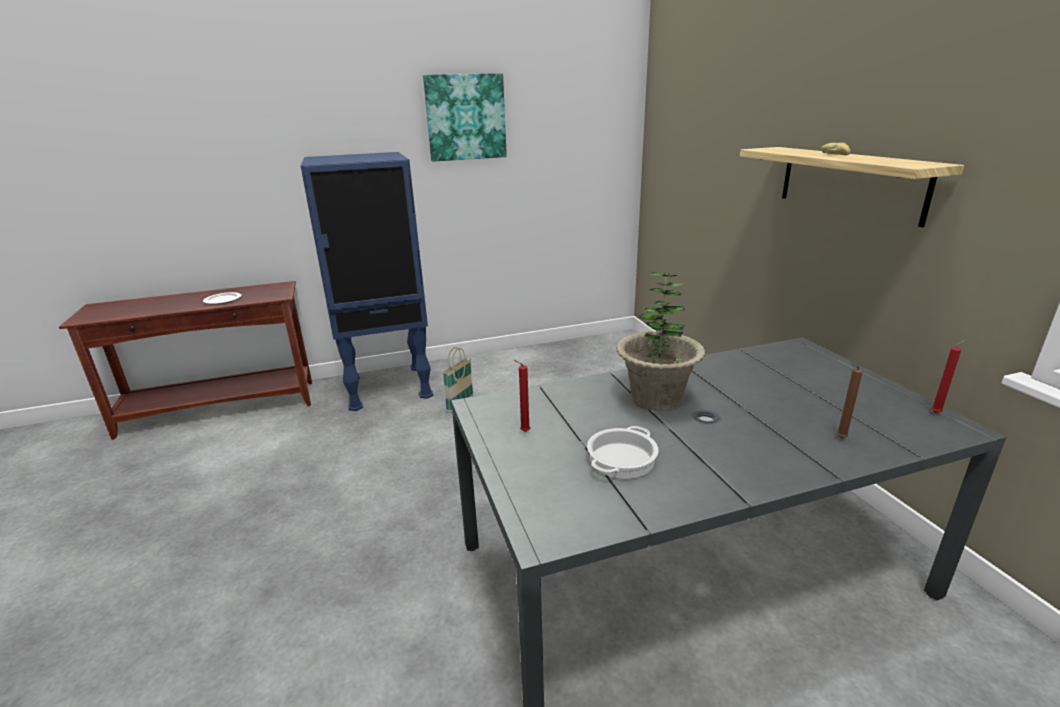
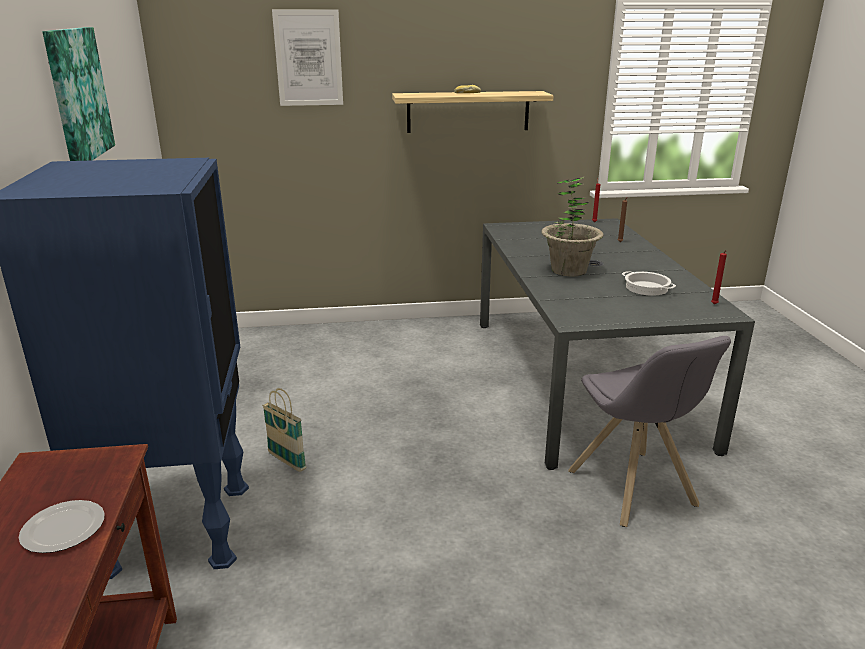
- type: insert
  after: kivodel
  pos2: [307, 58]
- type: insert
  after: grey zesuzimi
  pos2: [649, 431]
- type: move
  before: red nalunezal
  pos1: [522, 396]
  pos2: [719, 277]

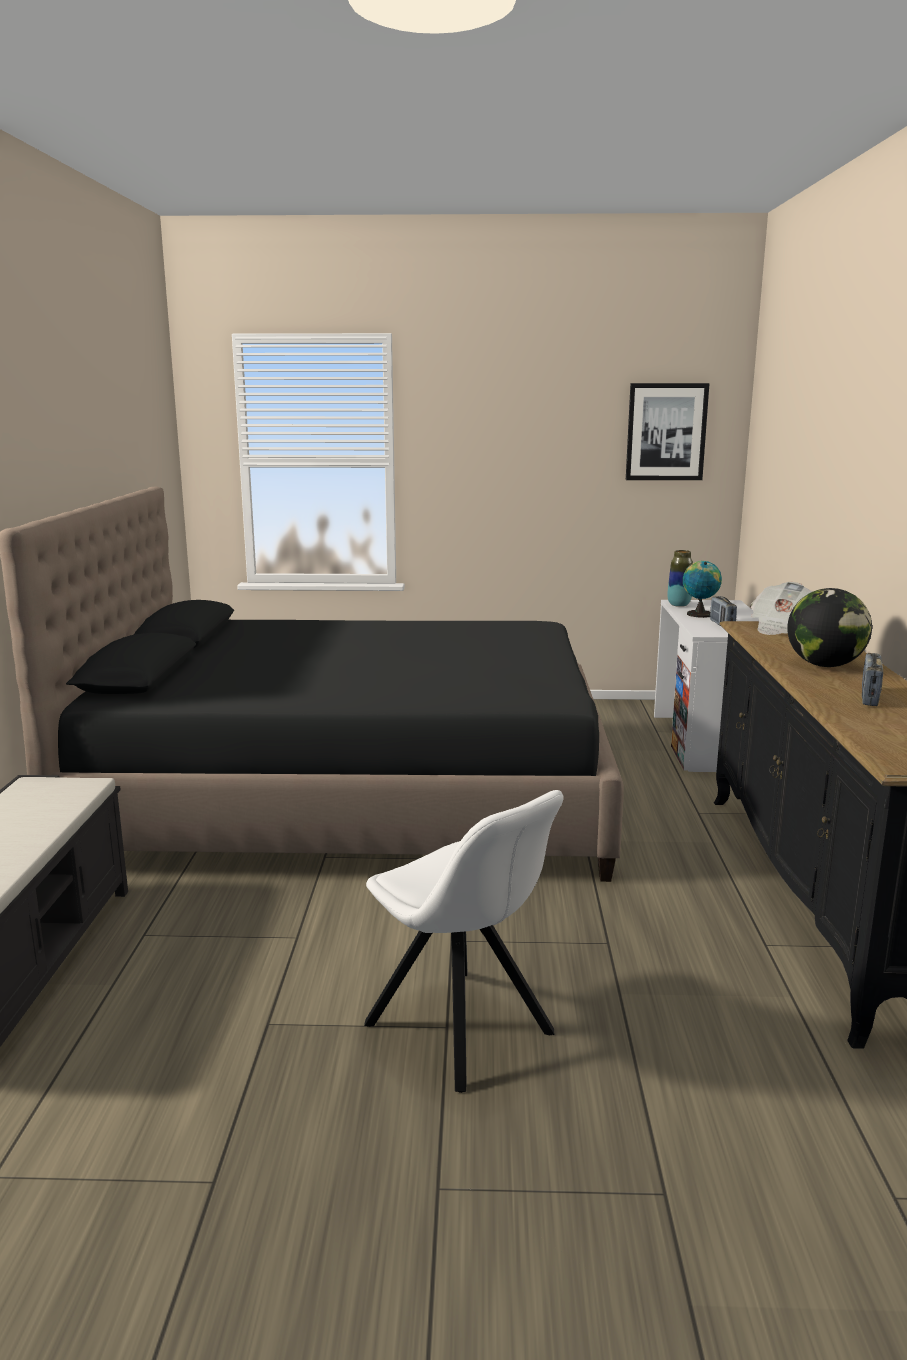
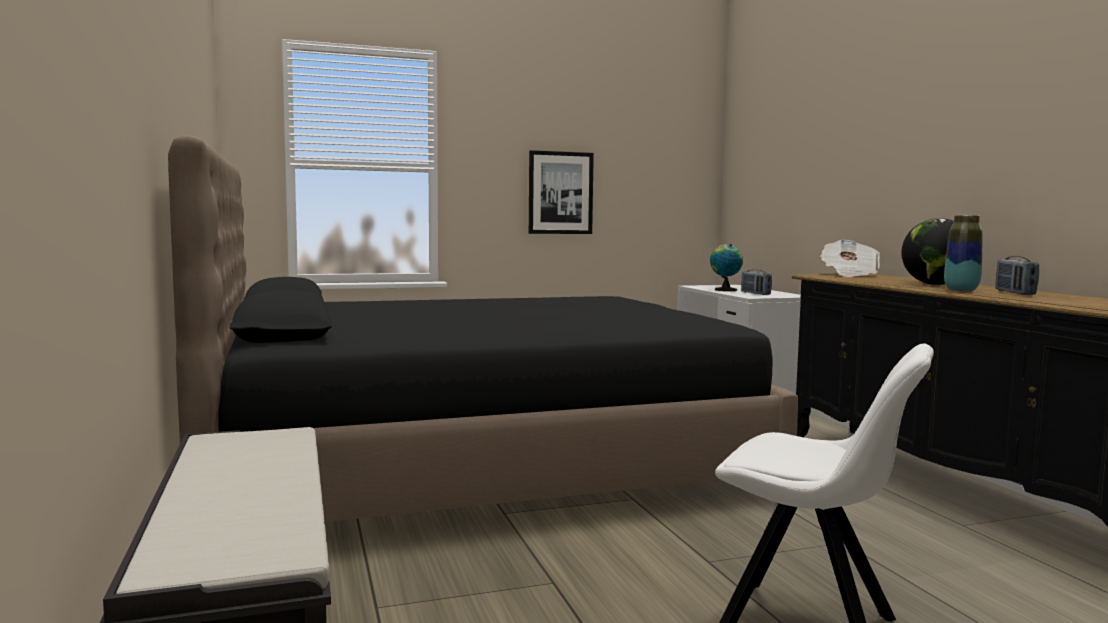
- type: move
  before: kivodel
  pos1: [668, 431]
  pos2: [561, 192]
- type: move
  before: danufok
  pos1: [680, 578]
  pos2: [963, 253]

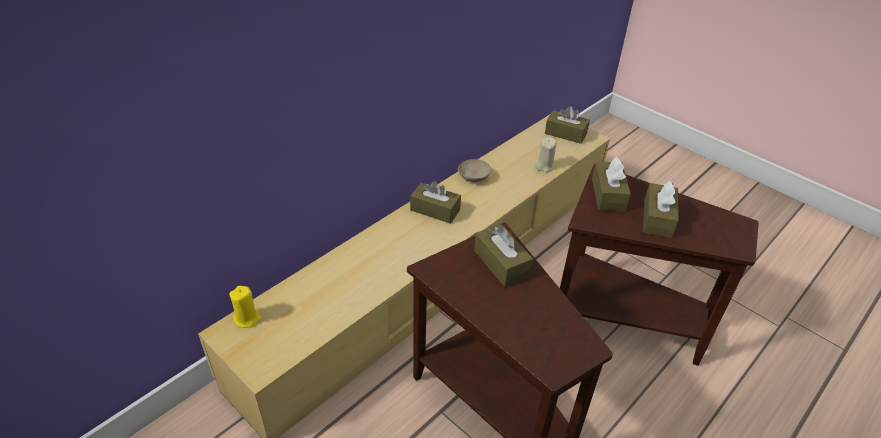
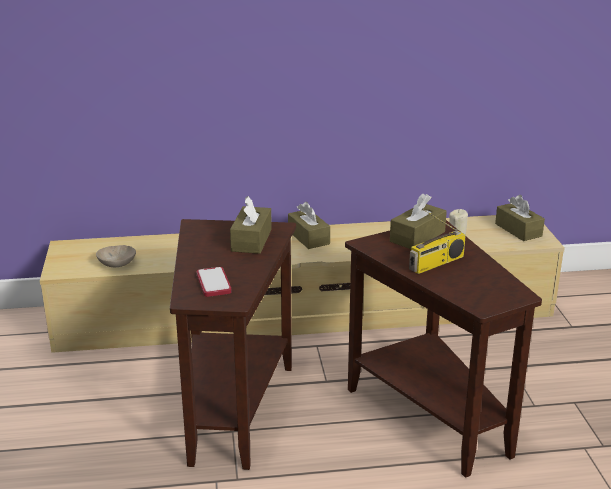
- type: move
  before: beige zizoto
  pos1: [474, 170]
  pos2: [116, 256]
- type: insert
  after: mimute
  pos2: [214, 282]
- type: replace
  before: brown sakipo
  after: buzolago
  pos1: [661, 209]
  pos2: [437, 241]
- type: delete
  before: yellow nalunezal
  pos1: [245, 307]

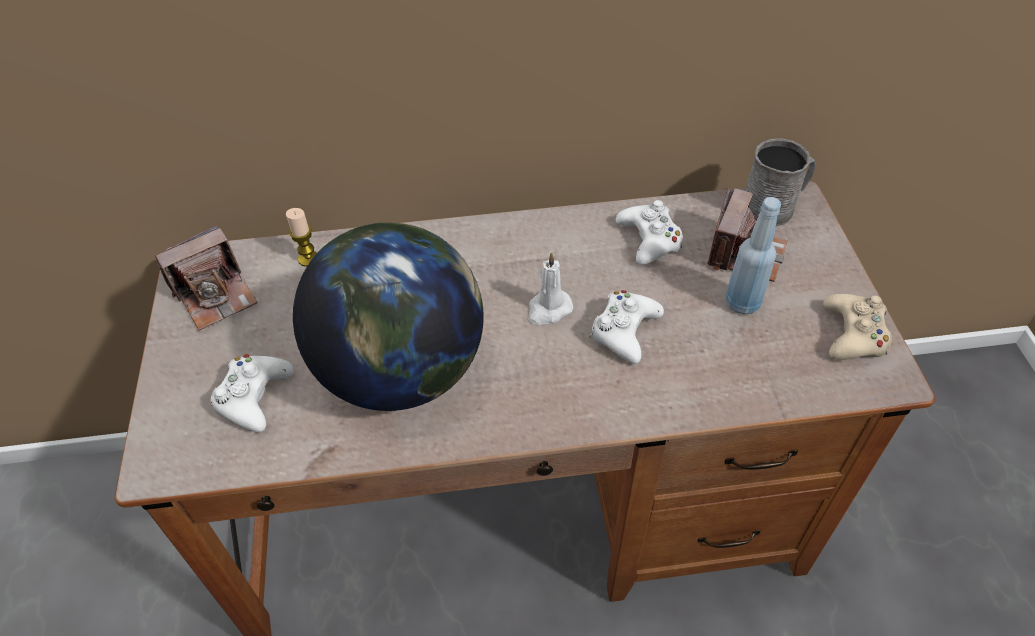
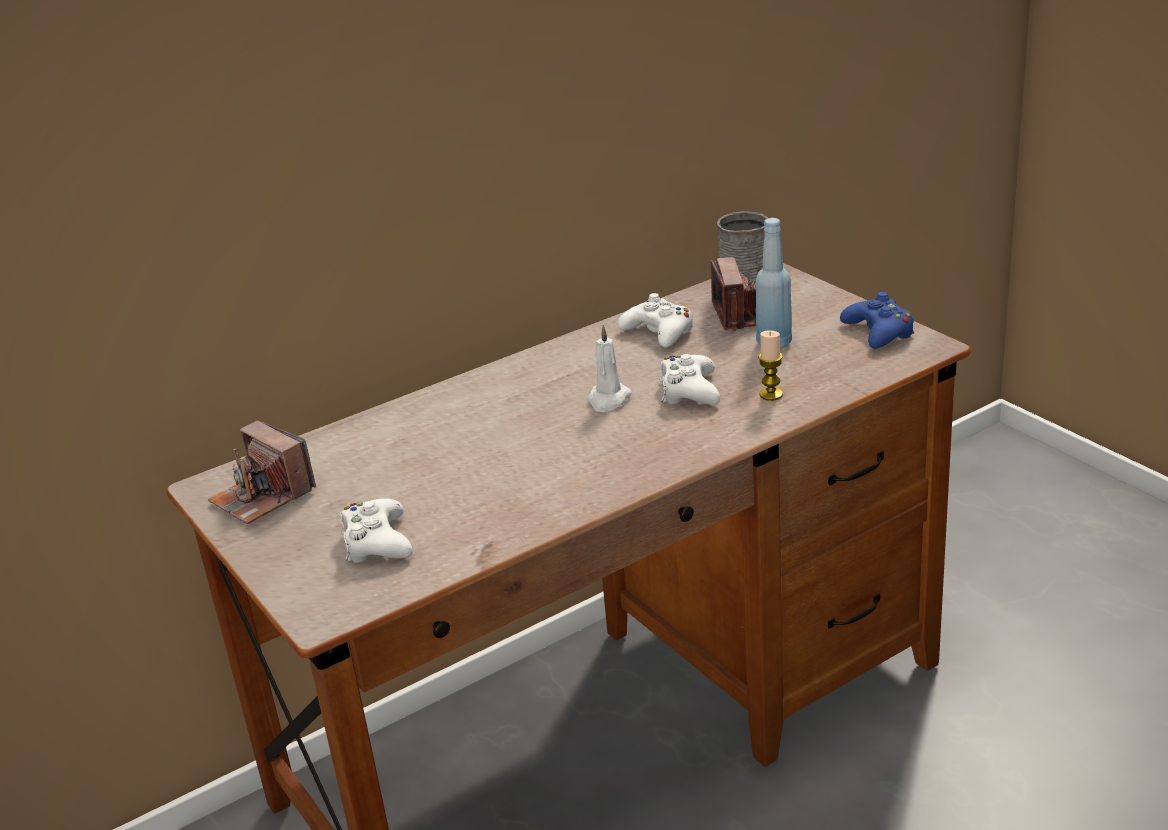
- type: rotate
  before: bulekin
  pos1: [206, 277]
  pos2: [262, 472]
  turn: 105
- type: move
  before: nalunezal
  pos1: [301, 237]
  pos2: [770, 365]
- type: recolor
  before: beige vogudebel
  after: blue vogudebel
  pos1: [857, 327]
  pos2: [877, 320]
- type: delete
  before: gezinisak
  pos1: [388, 316]

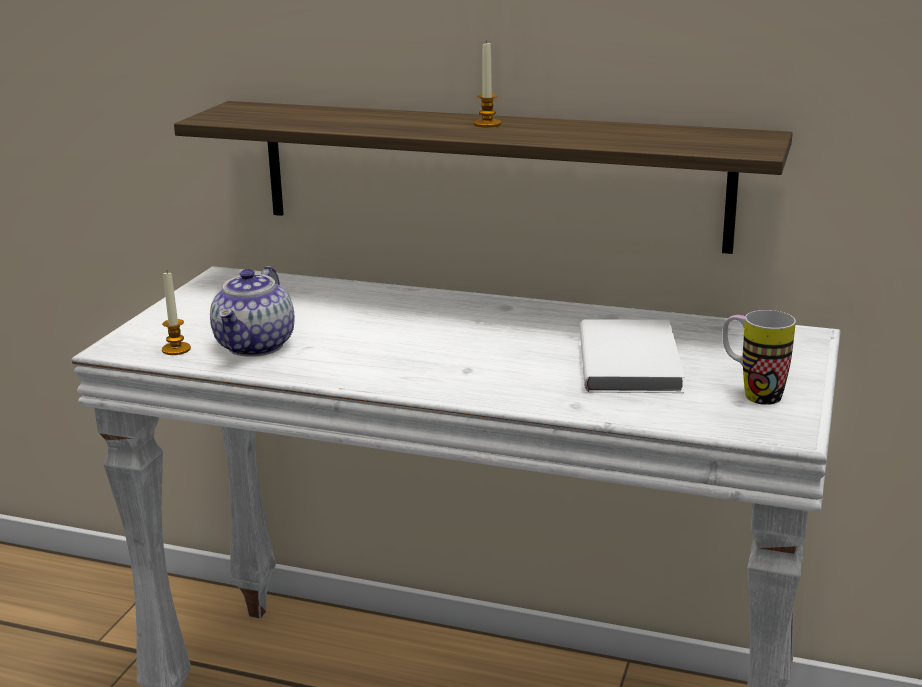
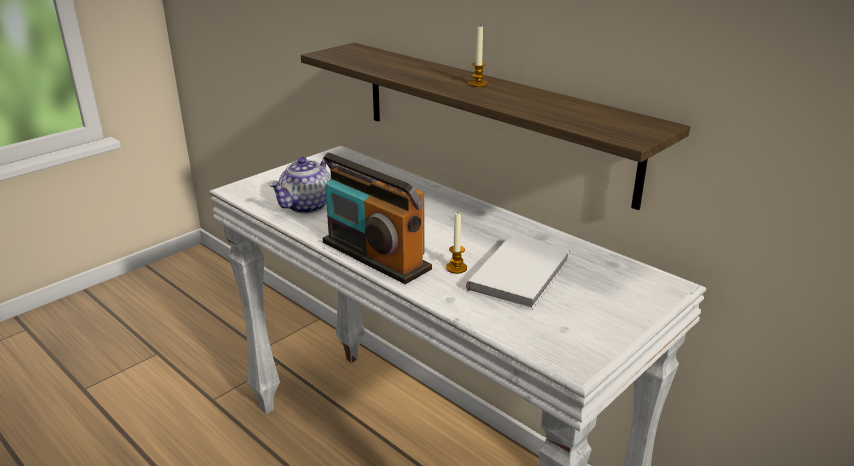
- type: insert
  after: buzolago
  pos2: [377, 218]
- type: move
  before: nalunezal
  pos1: [176, 313]
  pos2: [456, 243]
- type: delete
  before: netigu
  pos1: [759, 357]

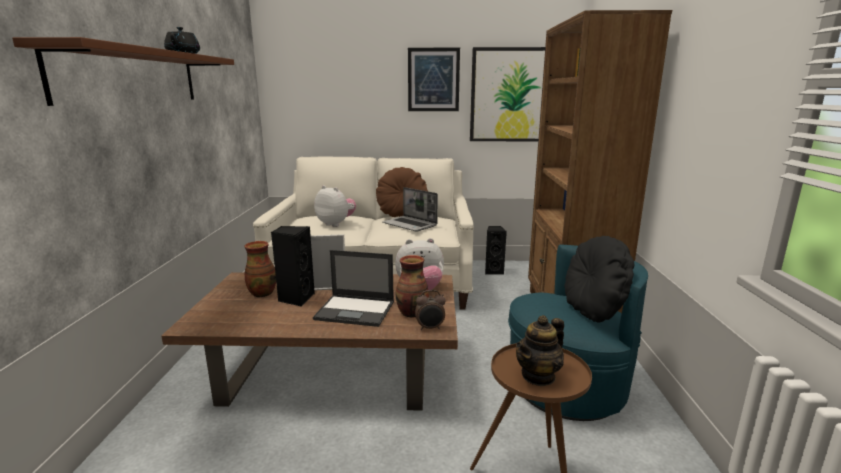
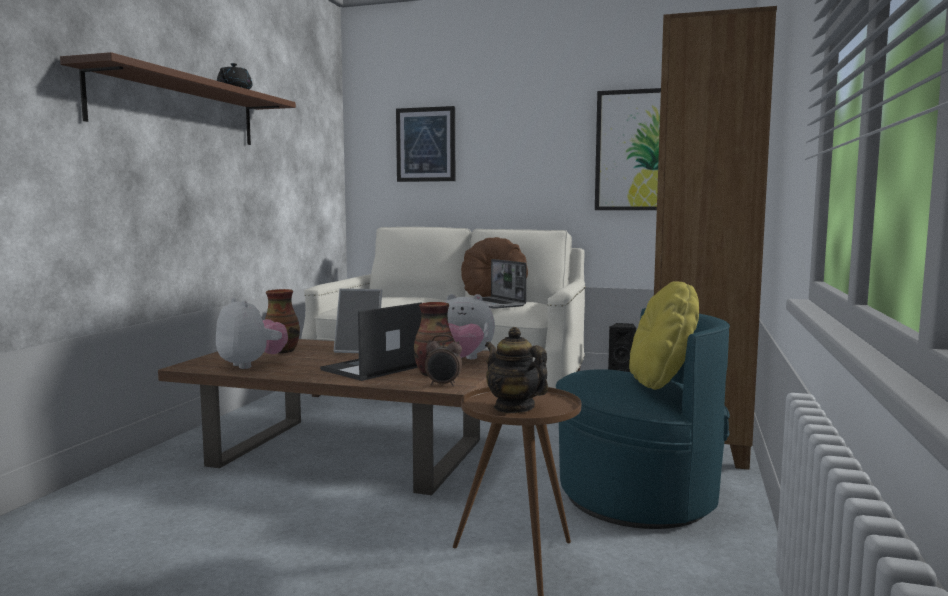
- type: move
  before: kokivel
  pos1: [335, 206]
  pos2: [252, 333]
- type: rotate
  before: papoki
  pos1: [353, 288]
  pos2: [371, 342]
  turn: 105
- type: move
  before: kivodel
  pos1: [434, 79]
  pos2: [425, 144]
- type: rotate
  before: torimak
  pos1: [540, 351]
  pos2: [516, 370]
  turn: 75
- type: recolor
  before: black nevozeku
  after: yellow nevozeku
  pos1: [599, 279]
  pos2: [664, 335]
- type: delete
  before: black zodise
  pos1: [293, 266]

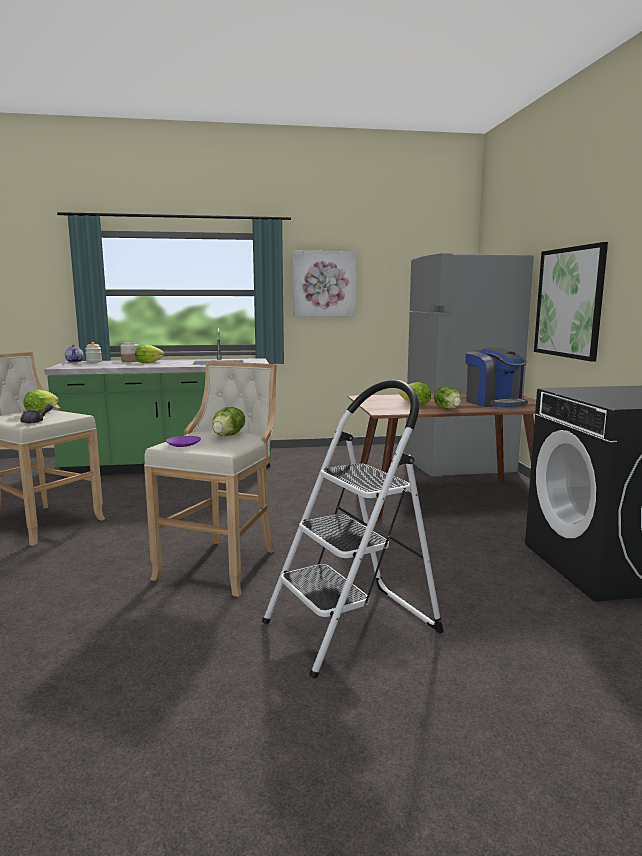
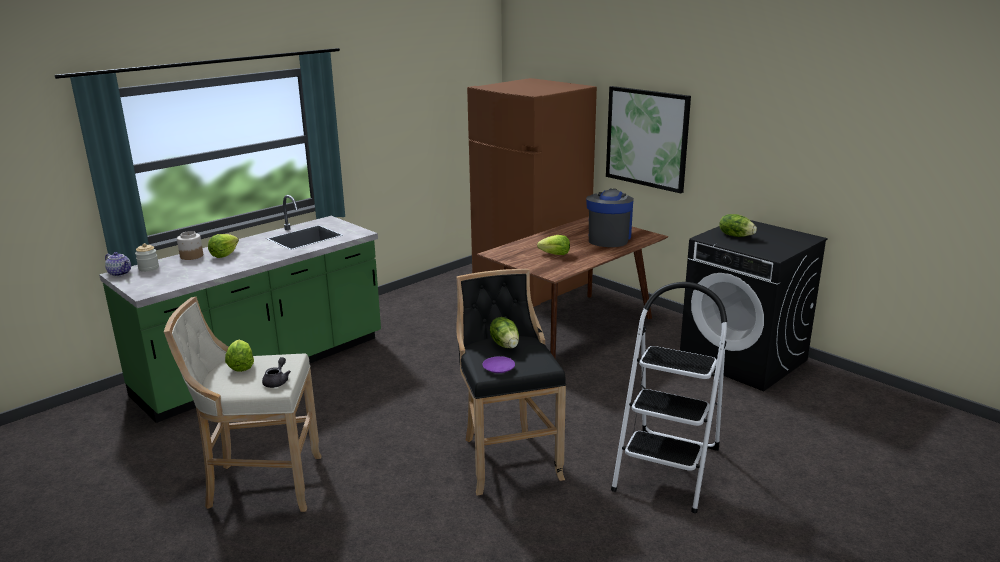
- type: recolor
  before: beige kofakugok
  after: black kofakugok
  pos1: [210, 479]
  pos2: [511, 382]
- type: recolor
  before: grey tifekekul
  after: brown tifekekul
  pos1: [469, 365]
  pos2: [532, 192]
- type: rotate
  before: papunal
  pos1: [496, 378]
  pos2: [610, 217]
  turn: -105
- type: move
  before: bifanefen
  pos1: [447, 397]
  pos2: [738, 225]
- type: delete
  before: kivodel
  pos1: [324, 284]

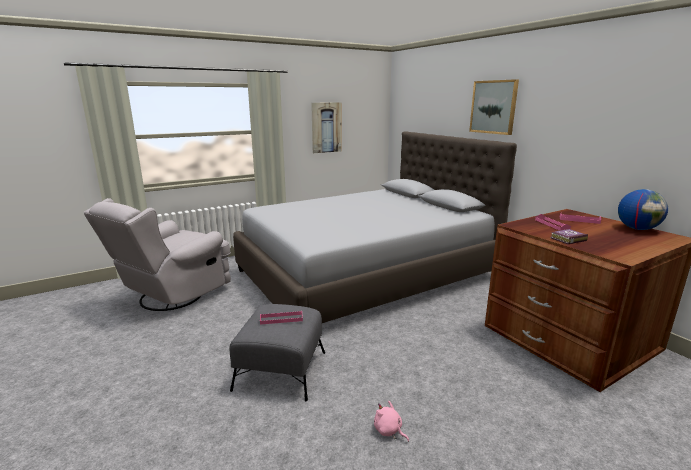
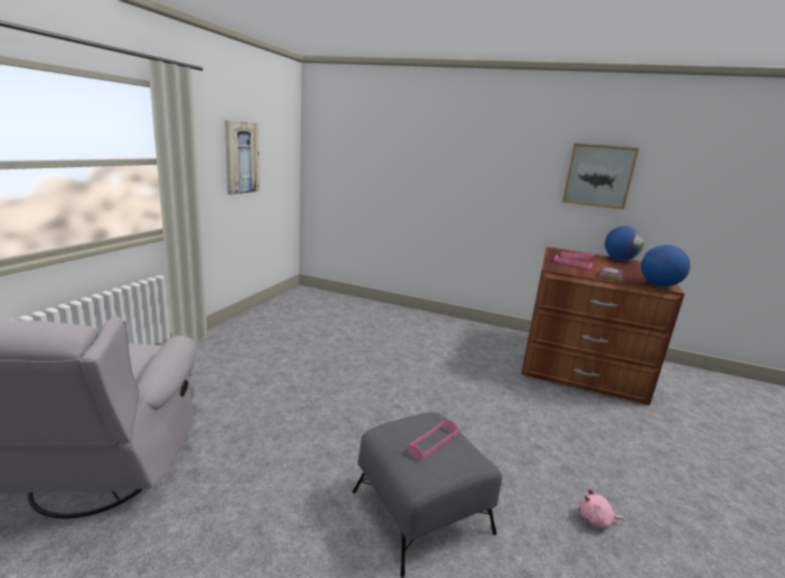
- type: move
  before: kivodel
  pos1: [494, 107]
  pos2: [600, 176]
- type: insert
  after: gezinisak
  pos2: [665, 266]
- type: delete
  before: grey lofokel
  pos1: [375, 227]

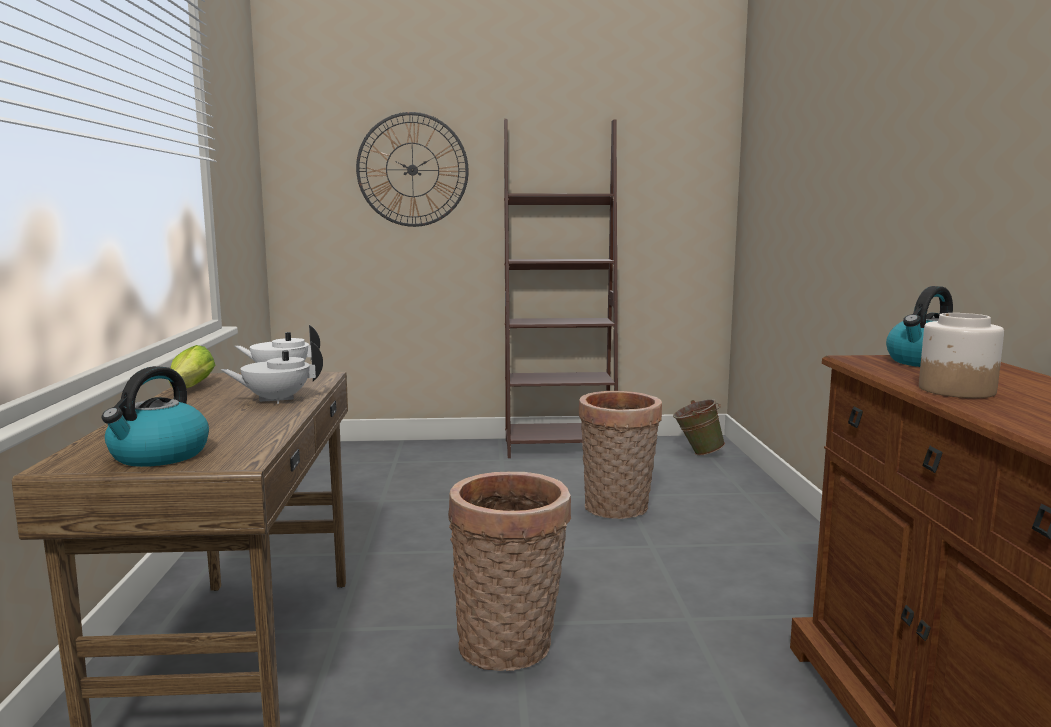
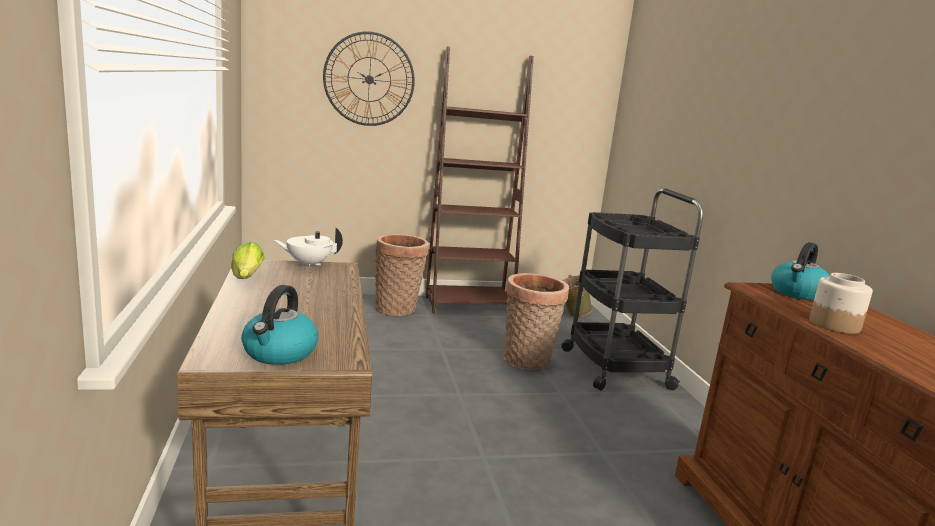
- type: move
  before: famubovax
  pos1: [509, 571]
  pos2: [402, 275]
- type: insert
  after: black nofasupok
  pos2: [632, 289]
- type: delete
  before: white torimak
  pos1: [271, 373]

